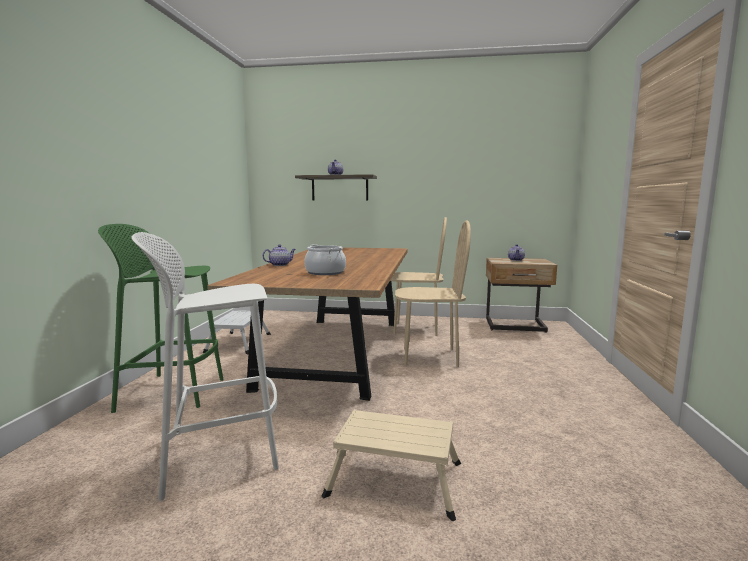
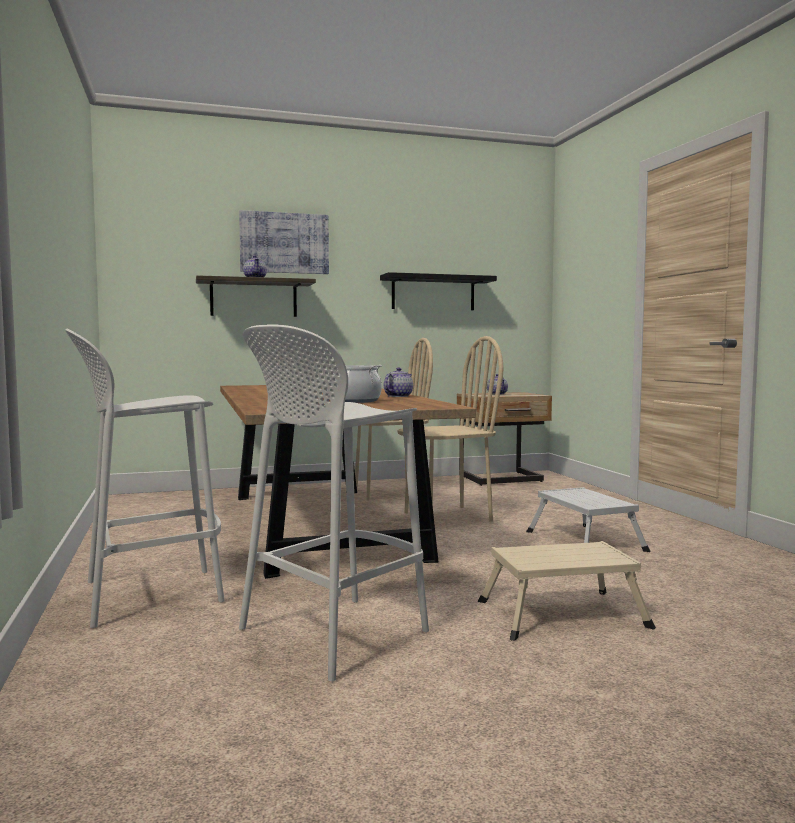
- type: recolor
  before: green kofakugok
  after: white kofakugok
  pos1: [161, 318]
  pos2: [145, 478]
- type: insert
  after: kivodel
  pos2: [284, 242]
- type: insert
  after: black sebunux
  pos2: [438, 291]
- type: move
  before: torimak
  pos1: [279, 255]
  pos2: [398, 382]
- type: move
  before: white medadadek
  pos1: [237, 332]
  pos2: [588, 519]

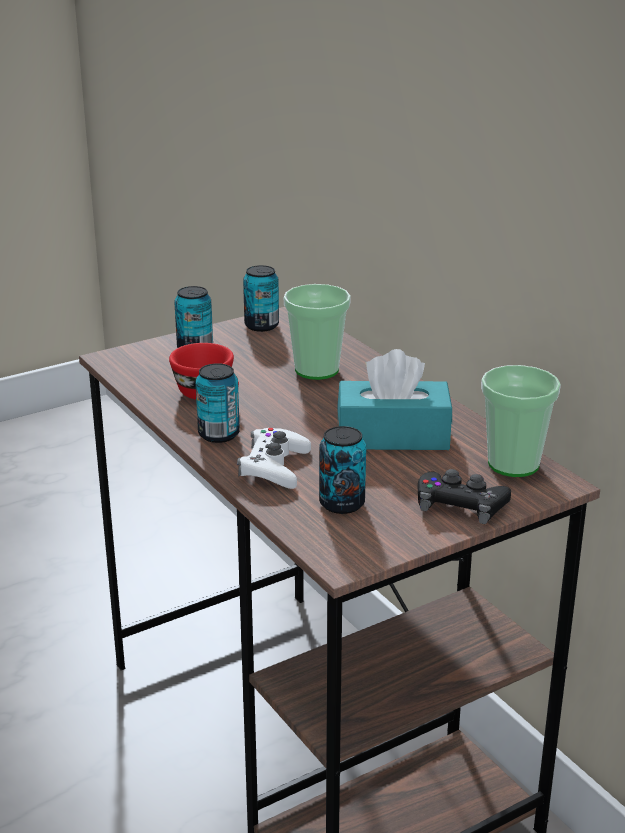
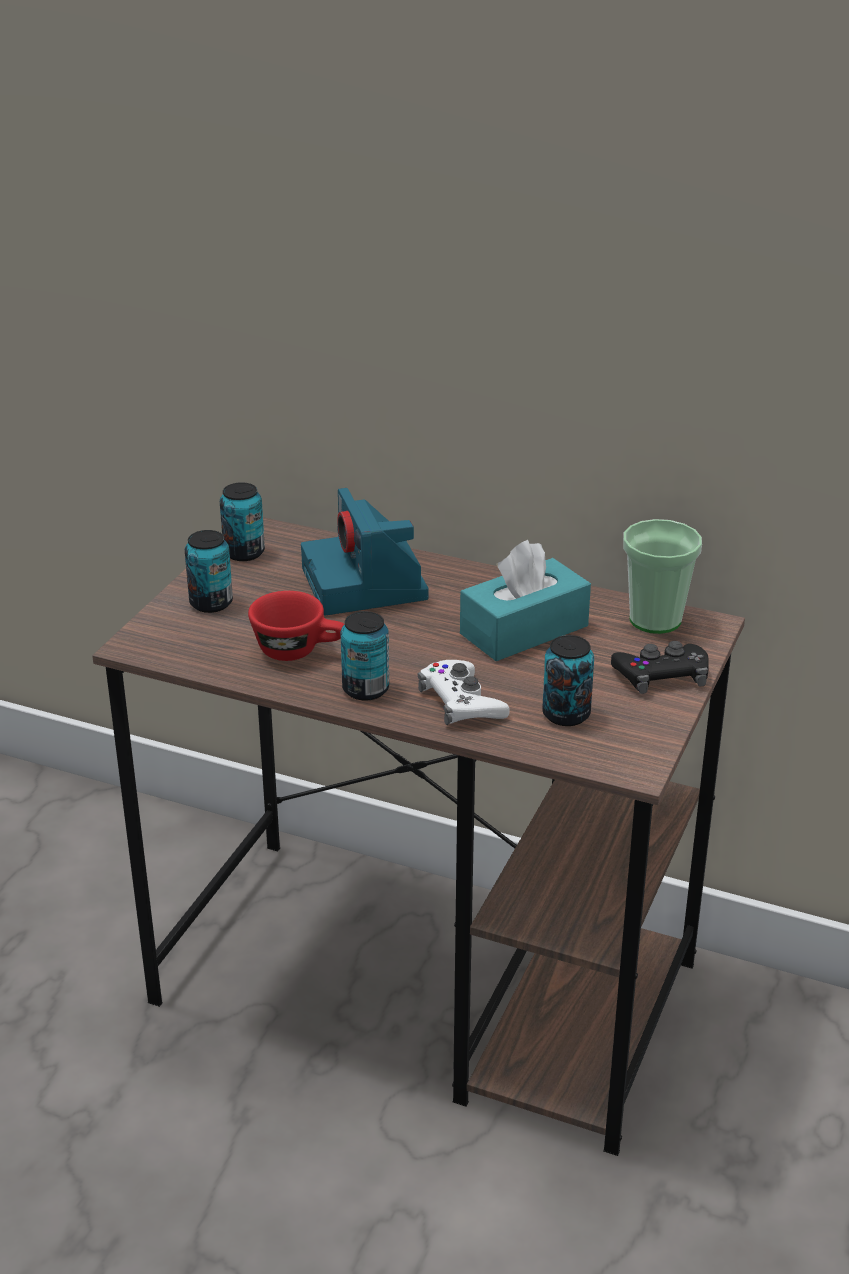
- type: replace
  before: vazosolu
  after: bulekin
  pos1: [317, 332]
  pos2: [365, 551]

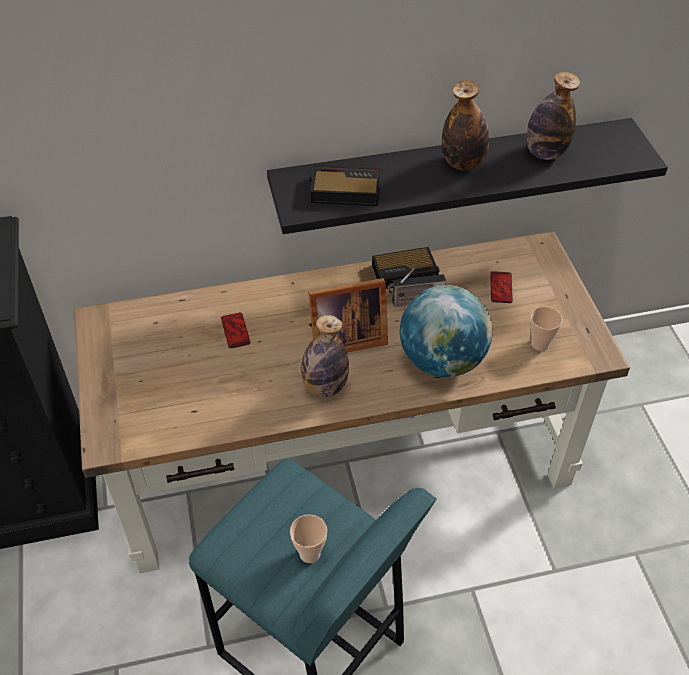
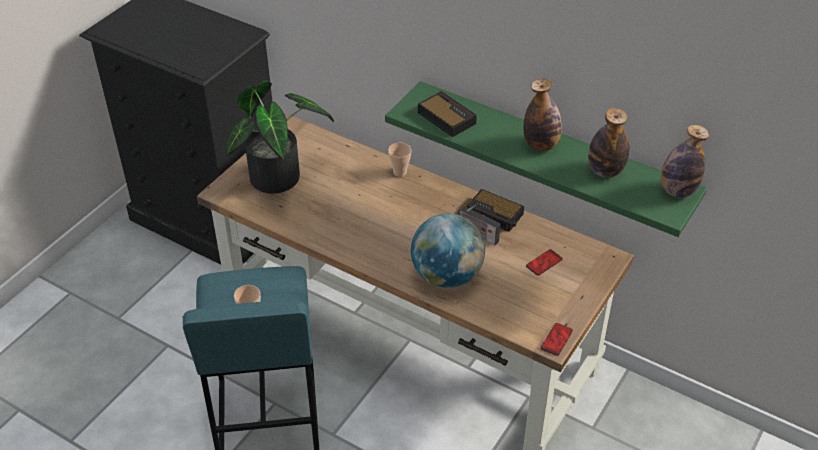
- type: insert
  after: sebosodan
  pos2: [280, 137]
- type: recolor
  before: black sebunux
  after: green sebunux
  pos1: [467, 176]
  pos2: [546, 159]
- type: move
  before: vazosolu
  pos1: [546, 328]
  pos2: [399, 160]
- type: move
  before: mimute
  pos1: [235, 330]
  pos2: [557, 339]
- type: move
  before: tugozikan
  pos1: [325, 356]
  pos2: [685, 161]
- type: delete
  before: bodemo
  pos1: [348, 315]

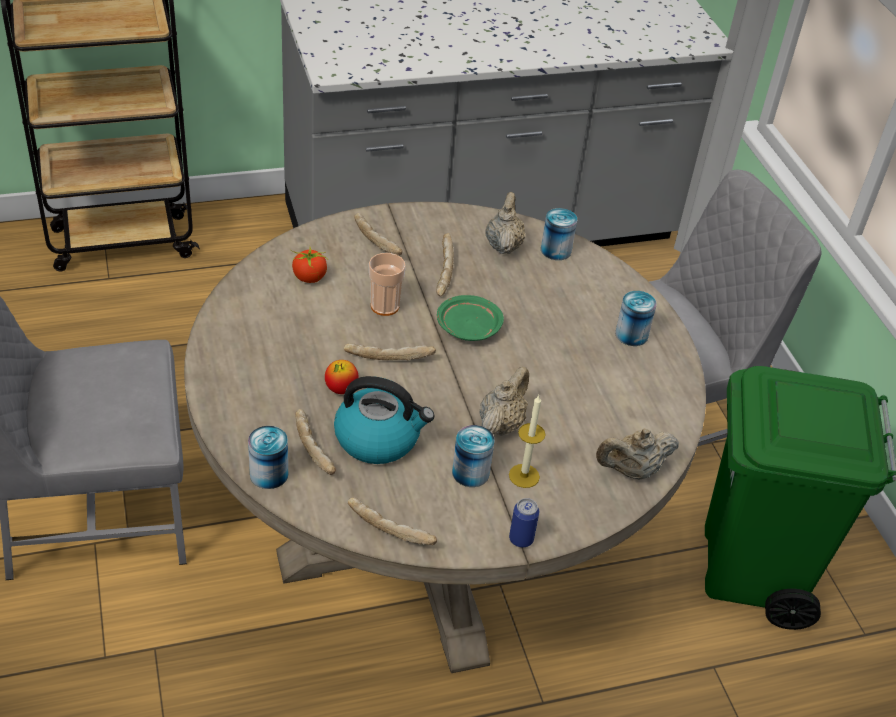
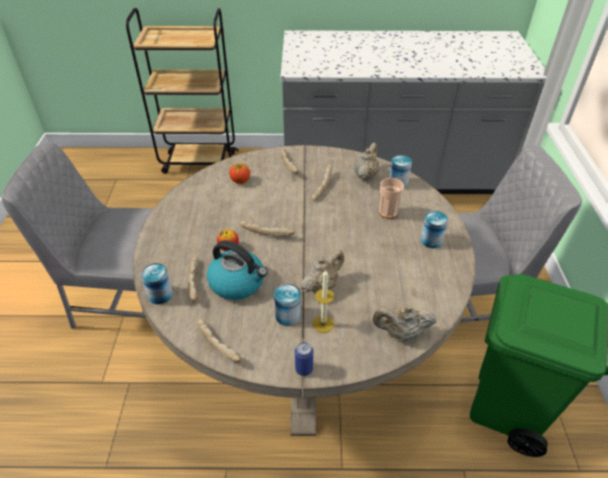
- type: move
  before: vazosolu
  pos1: [387, 284]
  pos2: [391, 198]
- type: delete
  before: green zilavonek
  pos1: [470, 318]

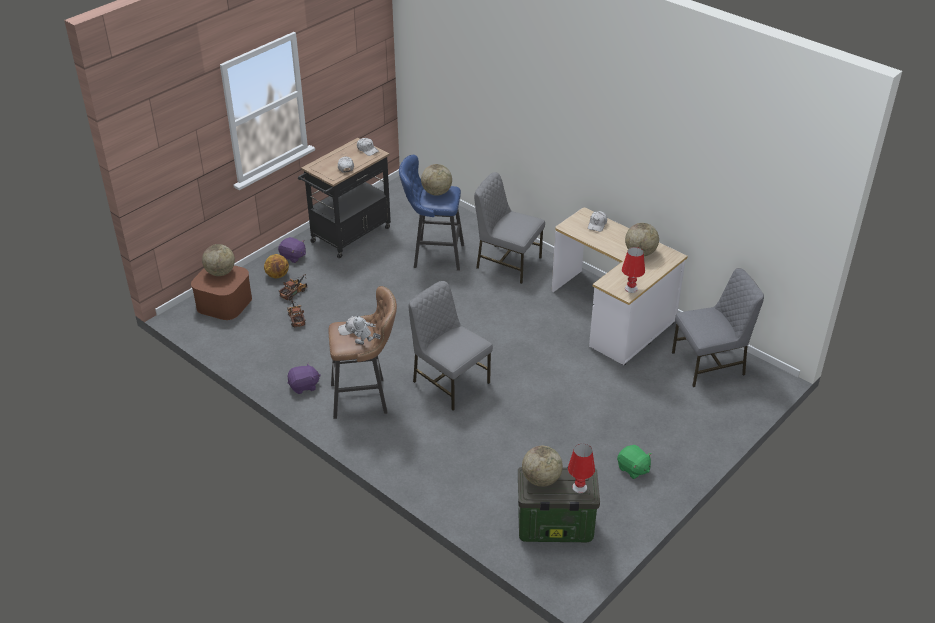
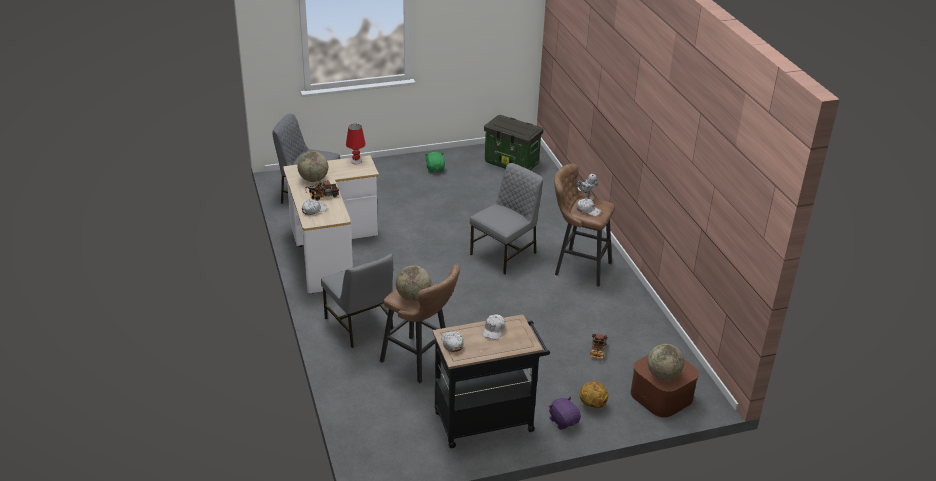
- type: move
  before: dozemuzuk
  pos1: [293, 287]
  pos2: [322, 190]
- type: recolor
  before: blue kofakugok
  after: brown kofakugok
  pos1: [431, 213]
  pos2: [420, 324]
- type: rotate
  before: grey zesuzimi
  pos1: [451, 346]
  pos2: [506, 219]
  turn: -120
- type: delete
  before: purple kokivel
  pos1: [304, 378]
- type: delete
  before: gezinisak
  pos1: [542, 466]
- type: delete
  before: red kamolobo
  pos1: [581, 468]

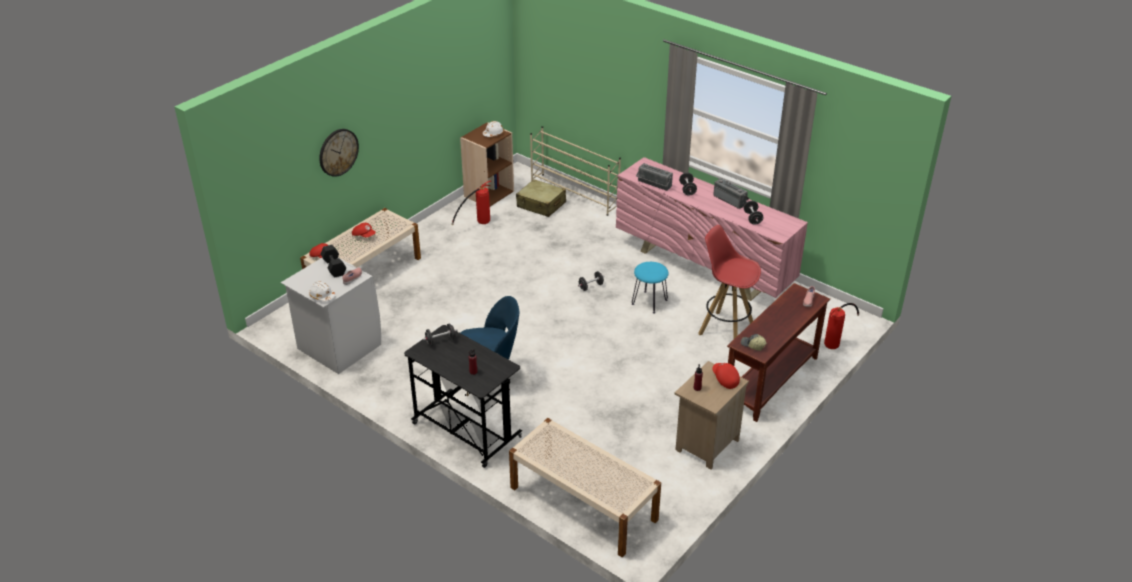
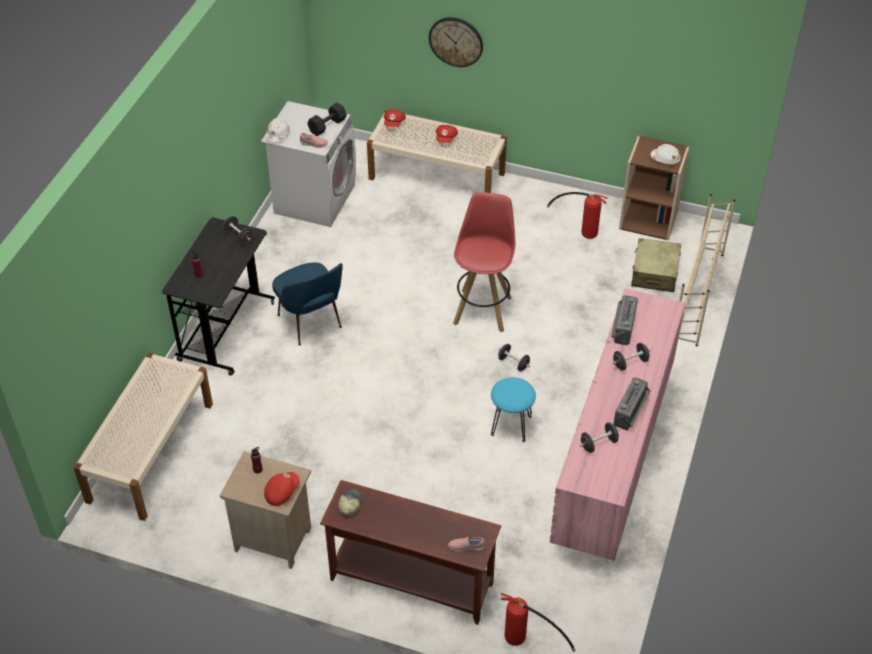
- type: move
  before: red kofakugok
  pos1: [729, 282]
  pos2: [484, 262]

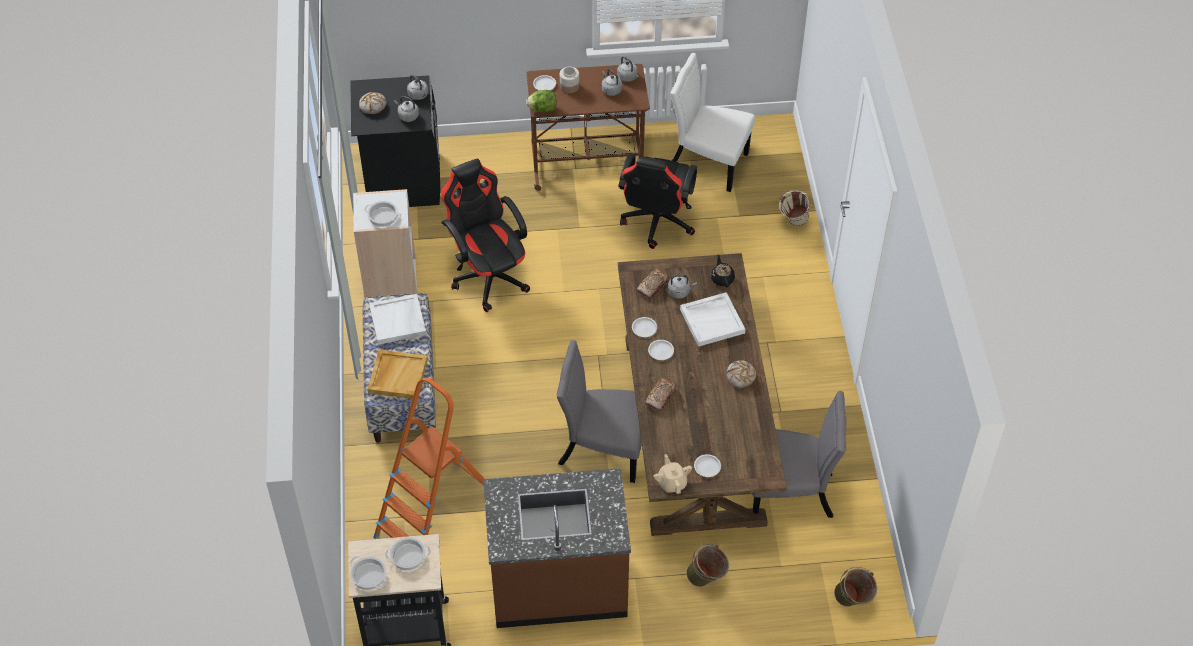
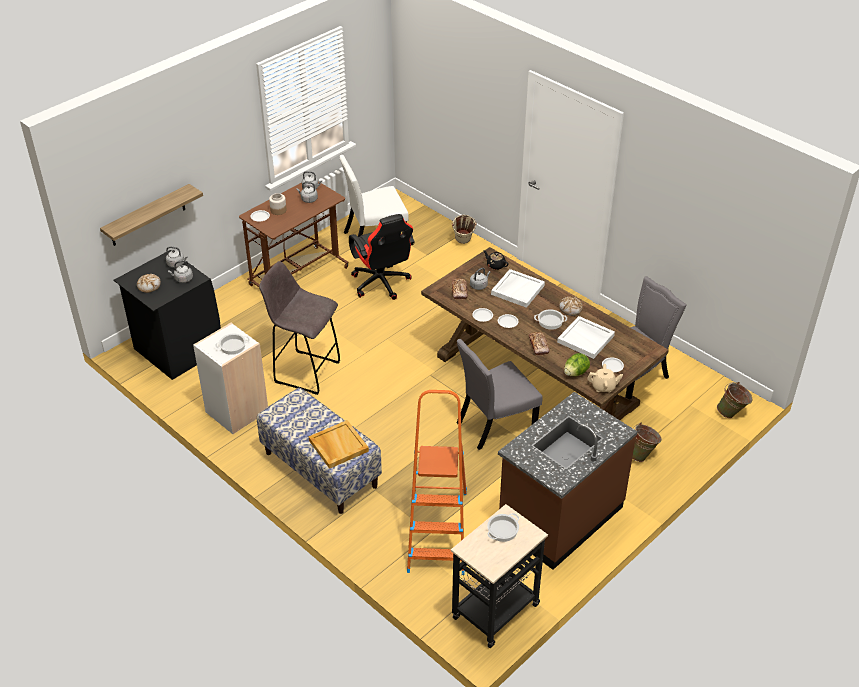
- type: insert
  after: sebunux
  pos2: [151, 215]
- type: replace
  before: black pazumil
  after: grey kofakugok
  pos1: [485, 235]
  pos2: [299, 328]
- type: move
  before: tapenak
  pos1: [368, 573]
  pos2: [550, 319]
- type: move
  before: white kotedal
  pos1: [398, 319]
  pos2: [586, 337]
- type: move
  before: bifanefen
  pos1: [541, 101]
  pos2: [577, 364]
- type: rotate
  before: beige torimak
  pos1: [673, 474]
  pos2: [605, 378]
  turn: 150

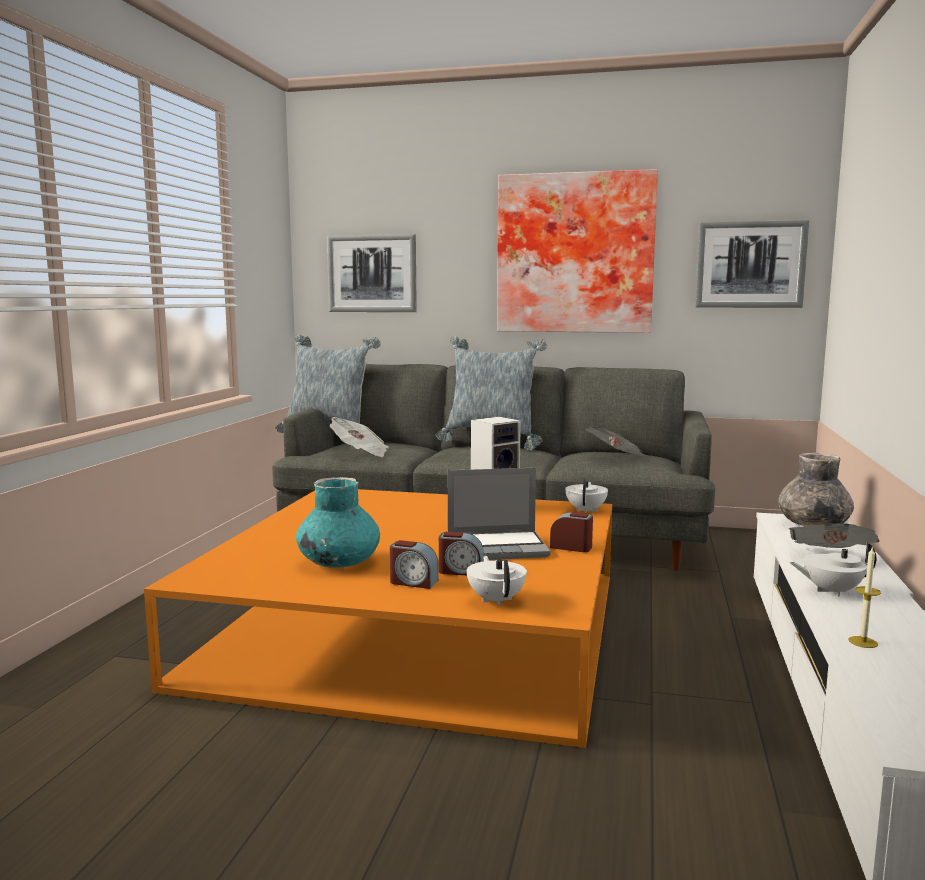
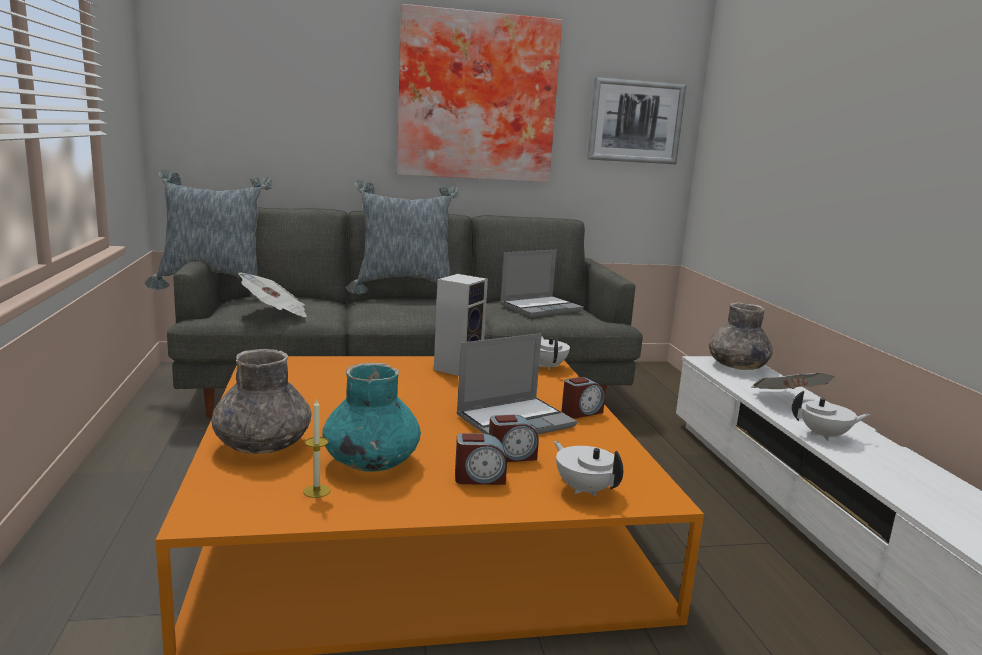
- type: insert
  after: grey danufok
  pos2: [261, 401]
- type: move
  before: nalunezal
  pos1: [864, 597]
  pos2: [316, 448]
- type: replace
  before: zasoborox
  after: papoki
  pos1: [616, 441]
  pos2: [541, 283]
- type: rotate
  before: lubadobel
  pos1: [571, 532]
  pos2: [583, 397]
  turn: 150
- type: rotate
  before: white torimak
  pos1: [832, 570]
  pos2: [831, 416]
  turn: -150
- type: delete
  before: kivodel
  pos1: [372, 273]

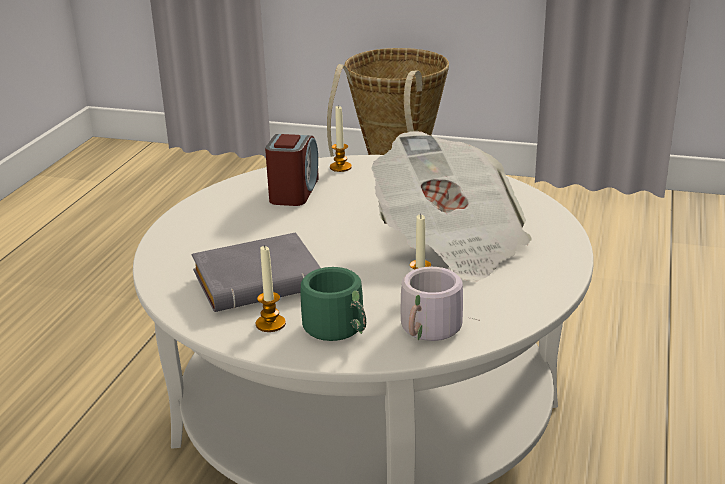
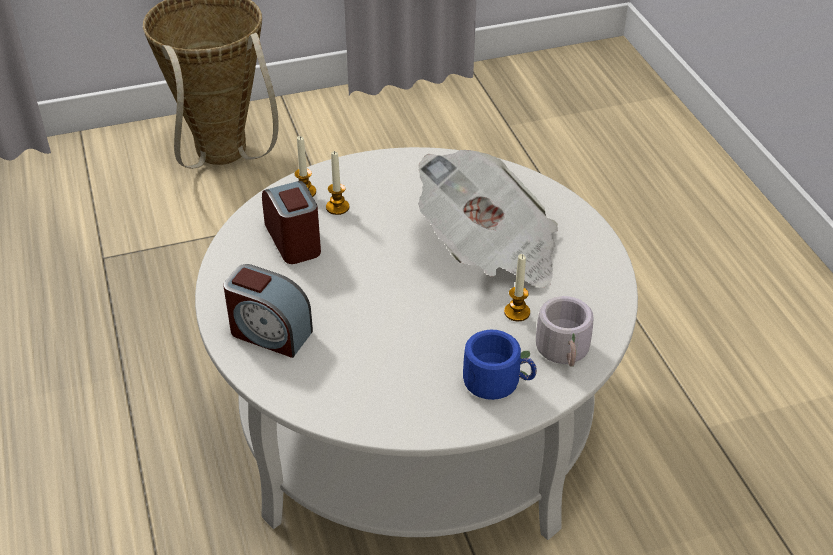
- type: insert
  after: lubadobel
  pos2: [268, 311]
- type: move
  before: nalunezal
  pos1: [271, 288]
  pos2: [337, 183]
- type: recolor
  before: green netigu
  after: blue netigu
  pos1: [333, 304]
  pos2: [500, 365]
- type: delete
  before: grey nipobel
  pos1: [256, 272]

